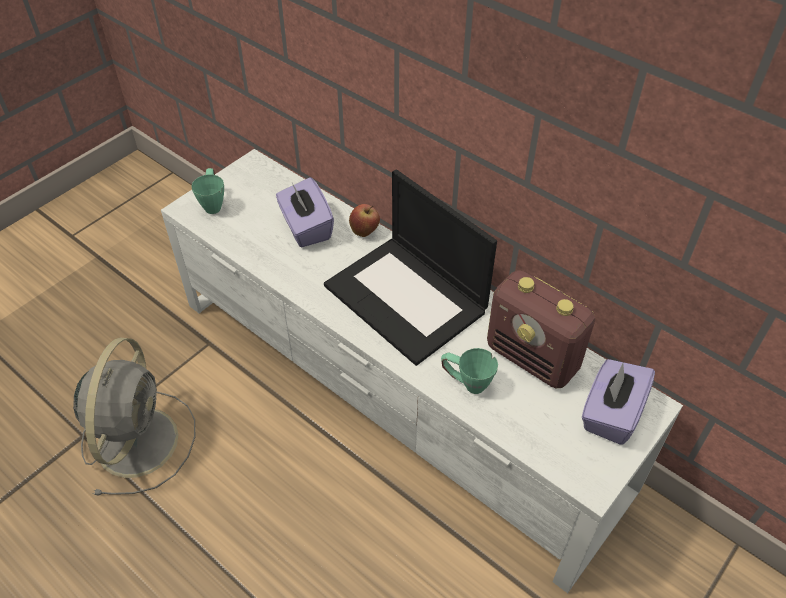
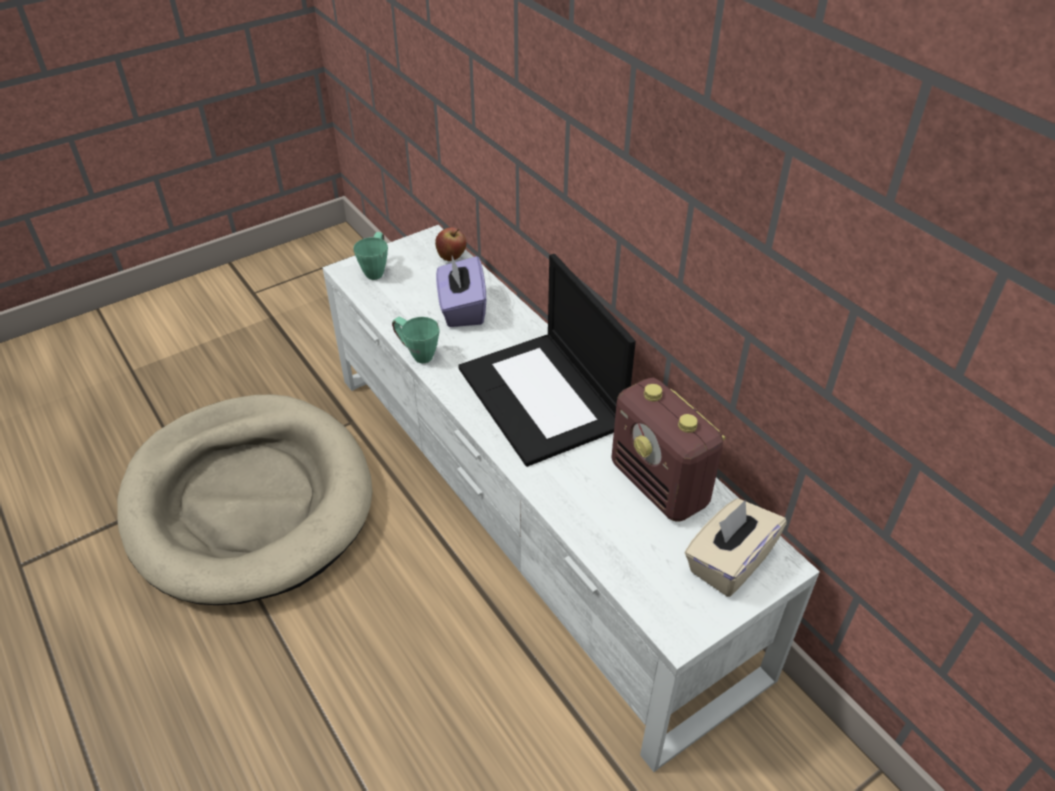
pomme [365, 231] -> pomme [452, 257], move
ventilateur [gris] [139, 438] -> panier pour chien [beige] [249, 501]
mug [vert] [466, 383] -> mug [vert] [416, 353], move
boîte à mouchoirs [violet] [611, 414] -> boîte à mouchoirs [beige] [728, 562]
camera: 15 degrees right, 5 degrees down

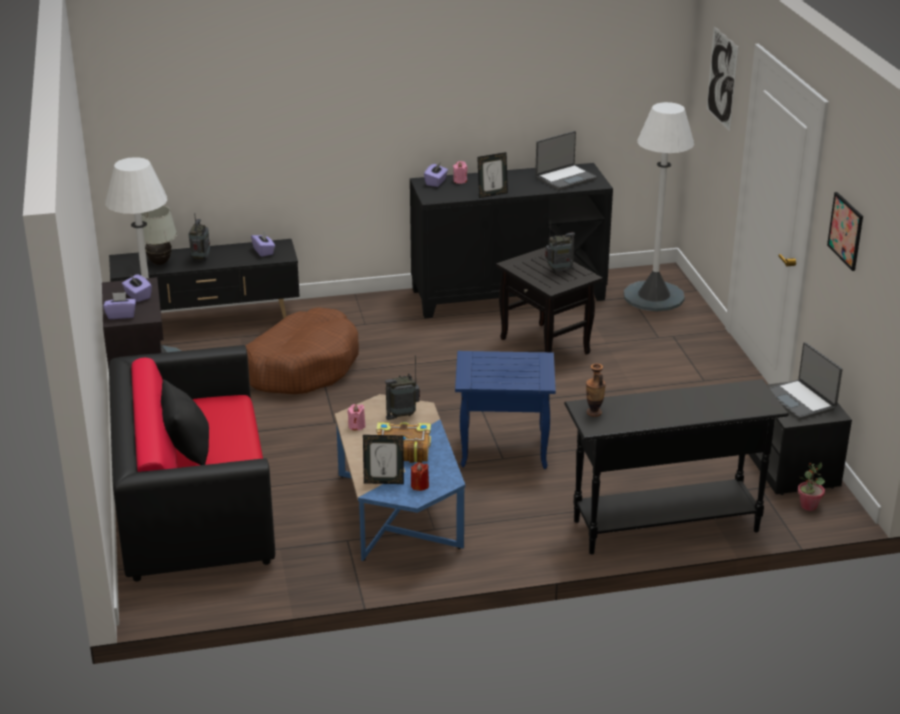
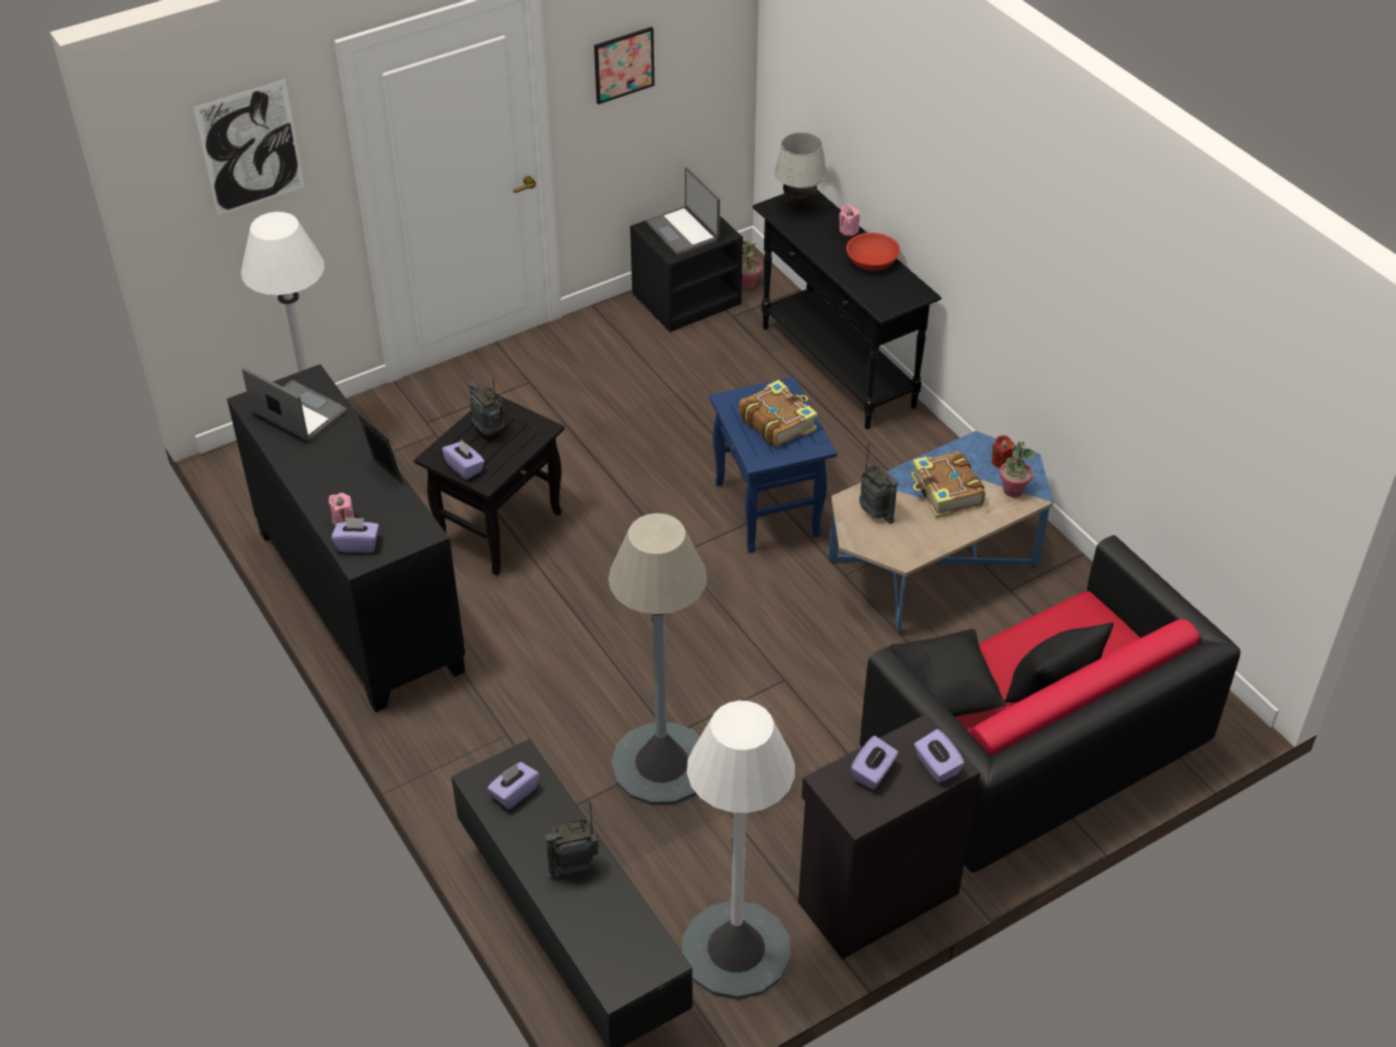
lampe de table [blanc] [160, 263] -> lampe de table [blanc] [799, 205], move
panier pour chien [marron] [302, 366] -> lampadaire [gris] [661, 764]
ordinateur portable [800, 400] -> ordinateur portable [683, 232], 105 degrees clockwise
vase [594, 412] -> none
bougie [rose] [356, 426] -> bougie [rose] [848, 230], move
cadre photo [384, 481] -> plante en pot [1013, 490]
none -> bol [rouge] [872, 260]
none -> livre [777, 422]
none -> boîte à mouchoirs [violet] [465, 468]
none -> coussin [noir] [945, 691]
camera: 110 degrees left, 15 degrees up

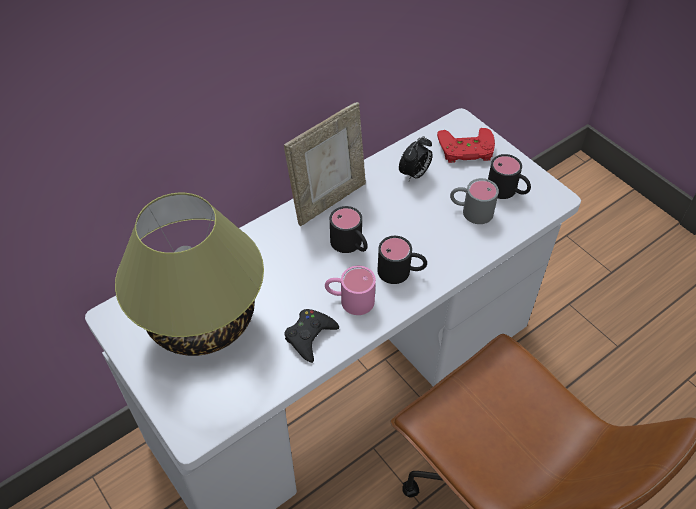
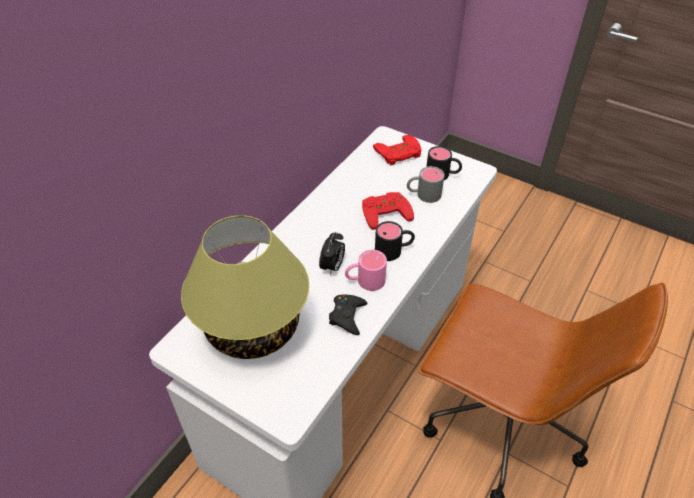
cadre photo [329, 200] -> none
réveil [414, 174] -> réveil [332, 267], move
mug [noir] [351, 245] -> none
none -> manette [rouge] [385, 211]
camera: 20 degrees left, 5 degrees down

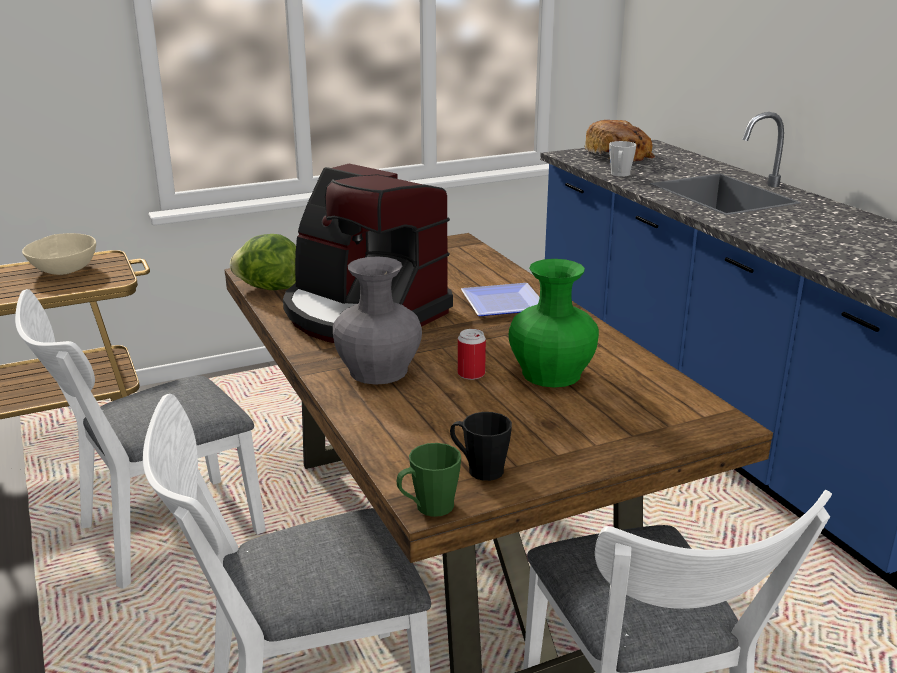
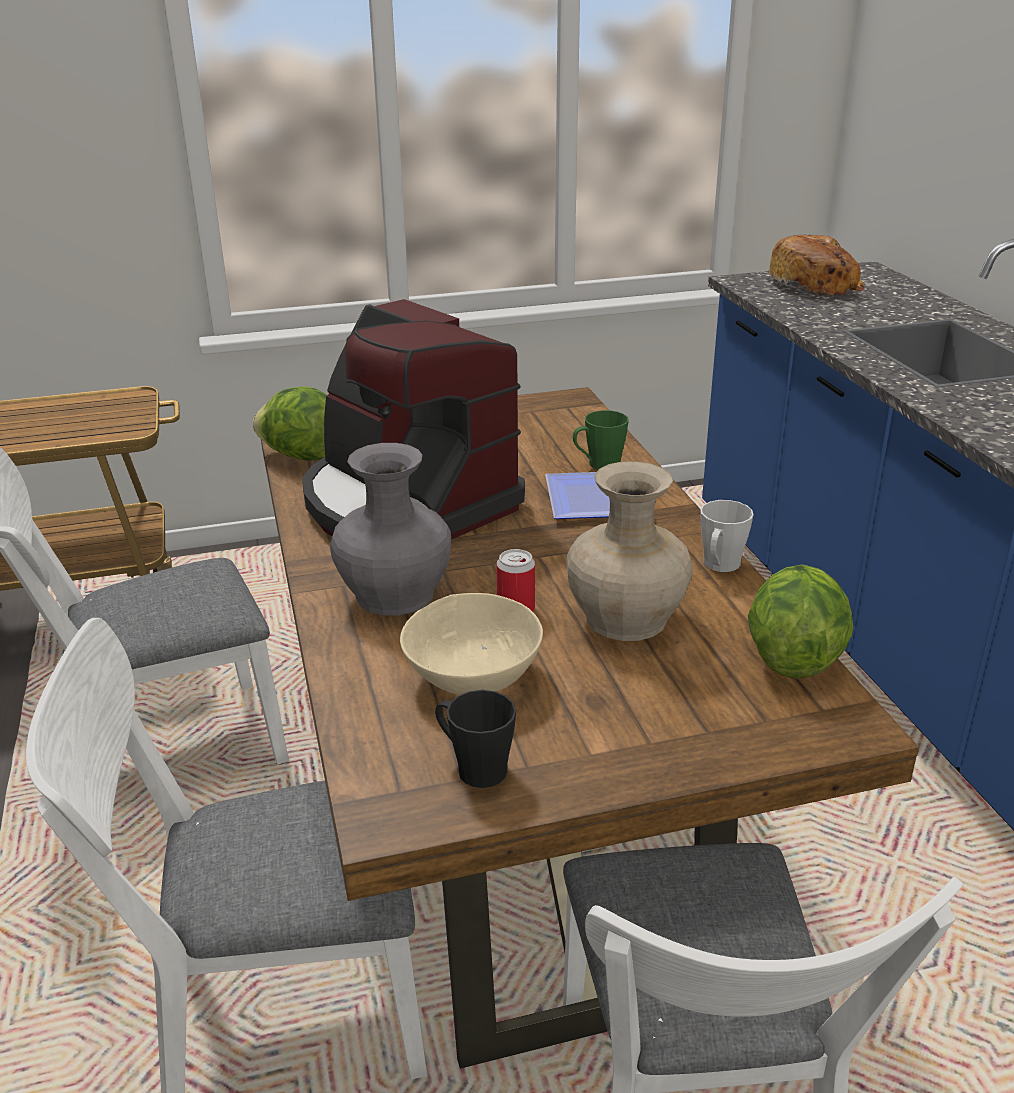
mug [gris] [620, 175] -> mug [gris] [719, 566], move
bol [beige] [64, 270] -> bol [beige] [473, 676], move
vase [vert] [552, 373] -> vase [beige] [628, 618]
mug [vert] [428, 508] -> mug [vert] [598, 464], move
none -> laitue [792, 657]
camera: 10 degrees right, 5 degrees up

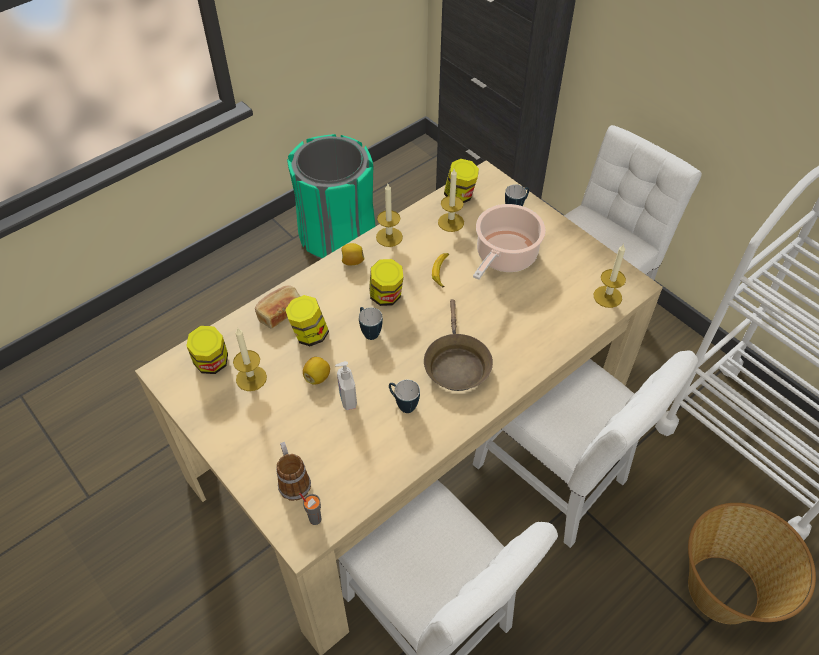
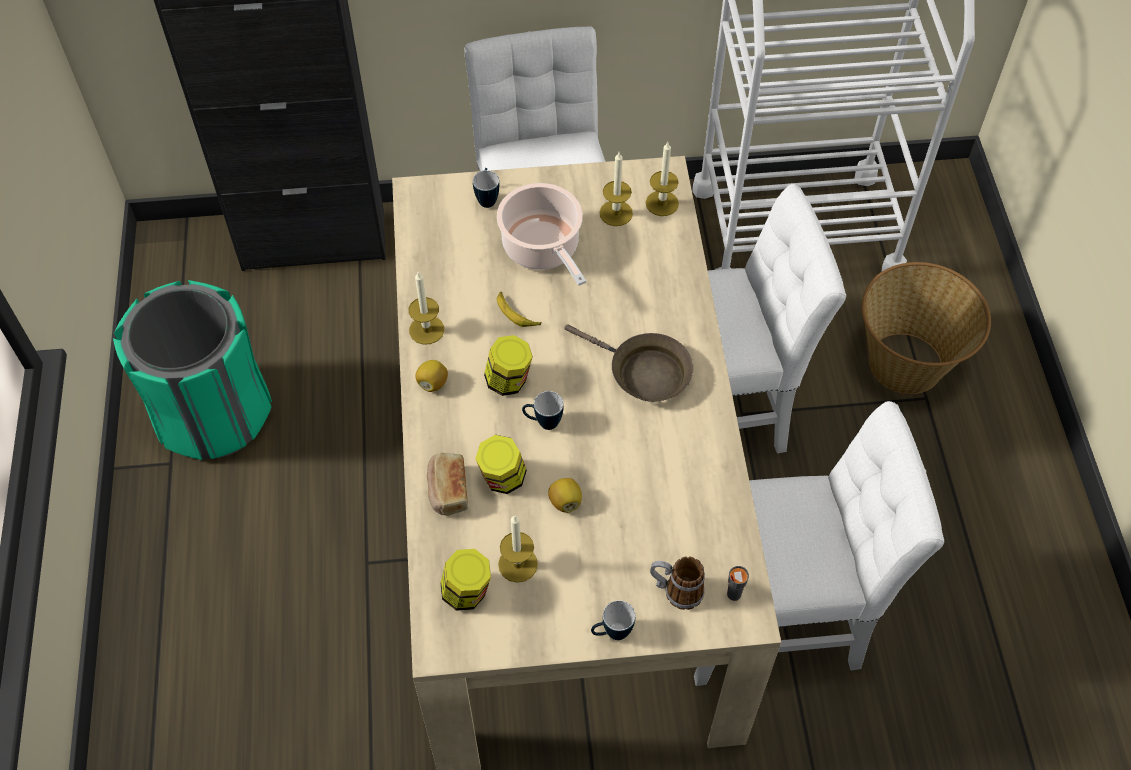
bocal [460, 196] -> none
bougie [451, 222] -> bougie [616, 213], move
distributeur de savon [347, 399] -> none
mug [403, 405] -> mug [611, 633], move
camera: 55 degrees left, 5 degrees up

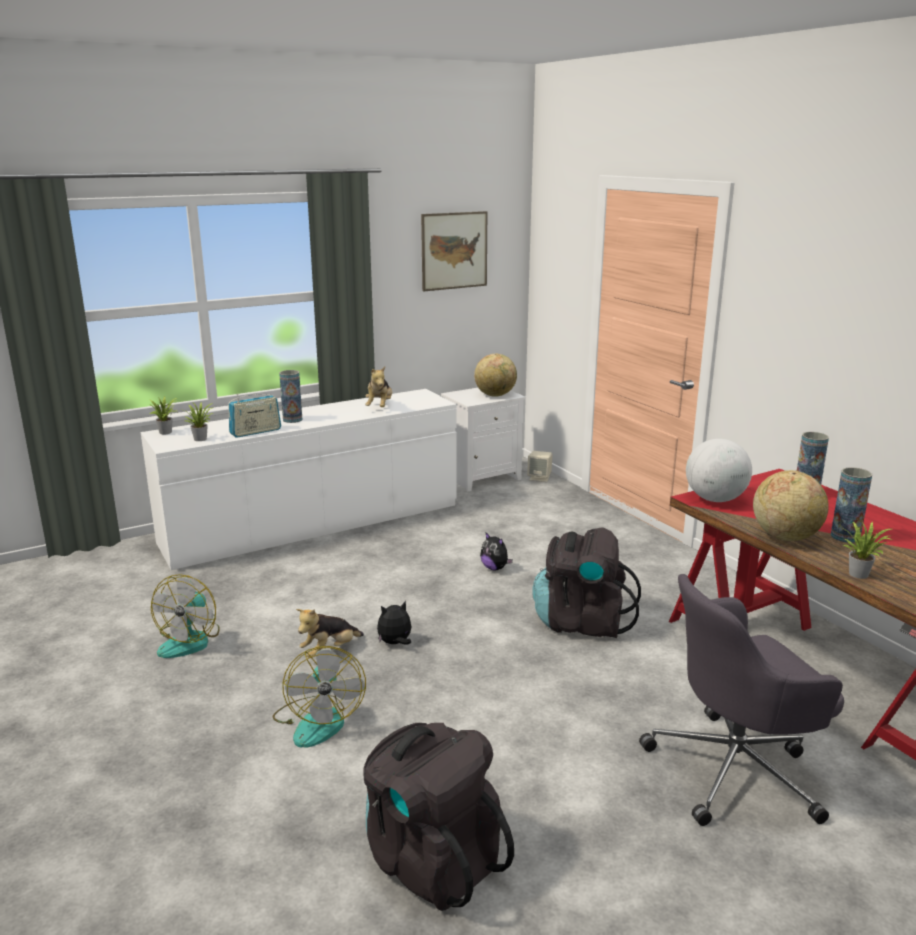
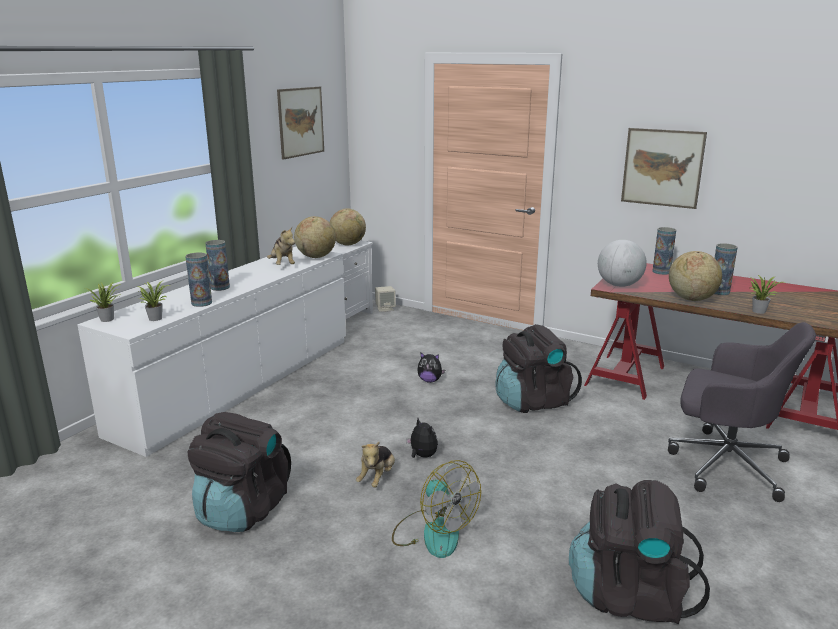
radio [255, 432] -> vase [201, 303]
ventilateur [190, 640] -> sac à dos [noir] [242, 509]
chaise de bureau [gris] [736, 770] -> chaise de bureau [gris] [724, 464], 105 degrees counterclockwise
peluche [395, 643] -> peluche [422, 456], 105 degrees clockwise
none -> tableau [662, 168]
none -> globe [316, 257]
camera: 30 degrees left, 0 degrees up

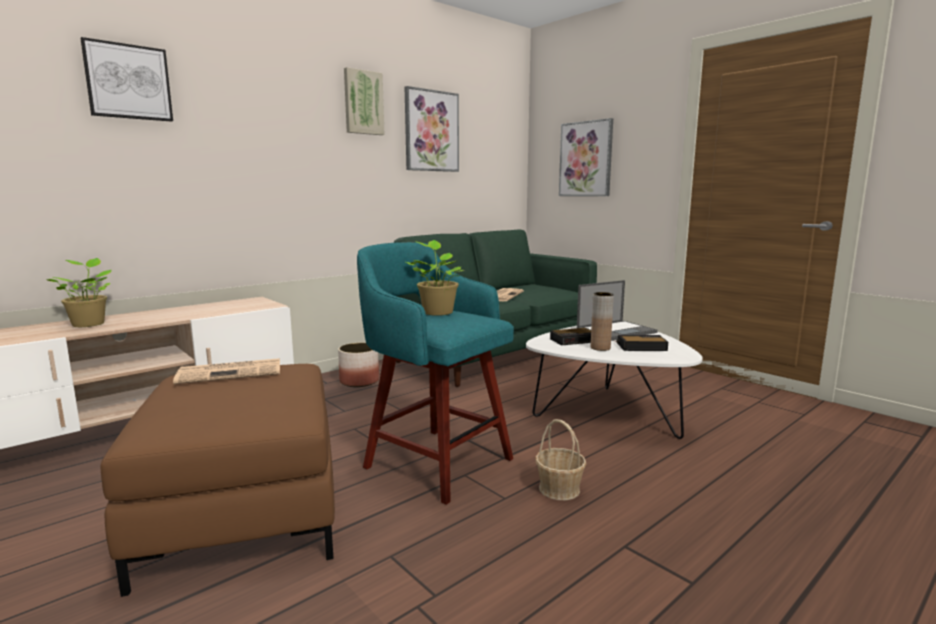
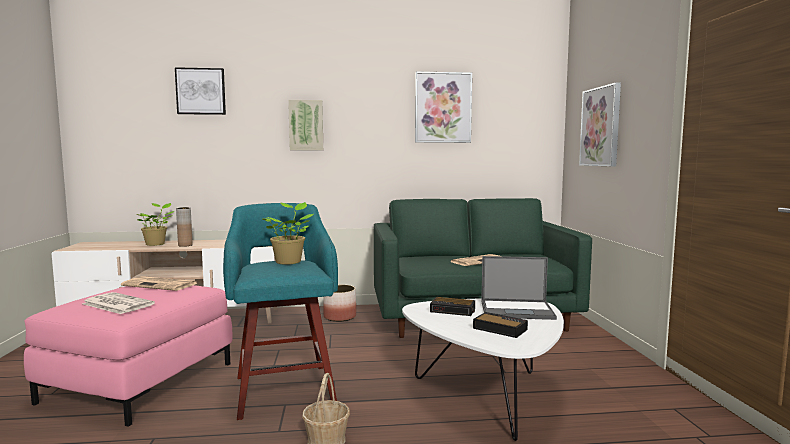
tableau [363, 102] -> tableau [306, 125], move
vase [marron] [600, 348] -> vase [marron] [185, 245], move
pouf [marron] [245, 512] -> pouf [rose] [140, 382]
none -> journal [116, 304]
camera: 35 degrees right, 5 degrees down

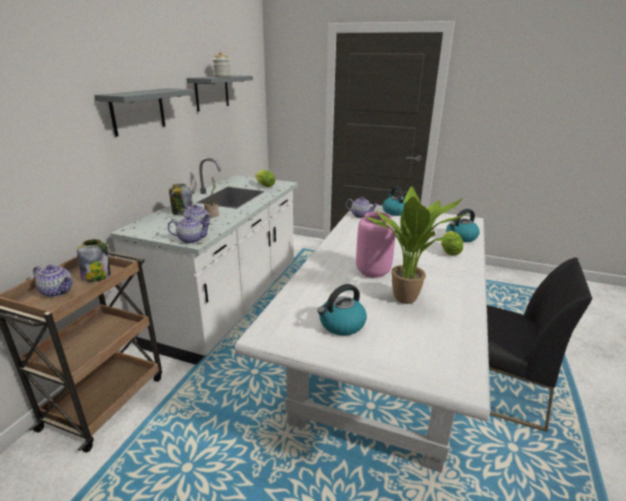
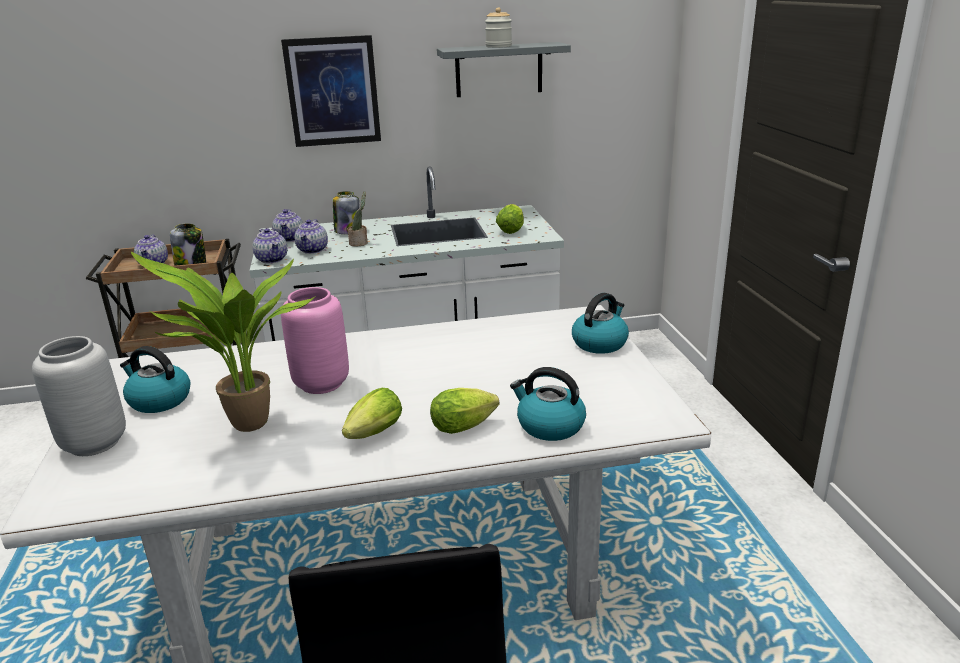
étagère [gris] [138, 111] -> tableau [333, 91]
théière [361, 215] -> théière [290, 238], move
none -> vase [gris] [93, 443]
none -> laitue [372, 435]
camera: 60 degrees right, 0 degrees up

